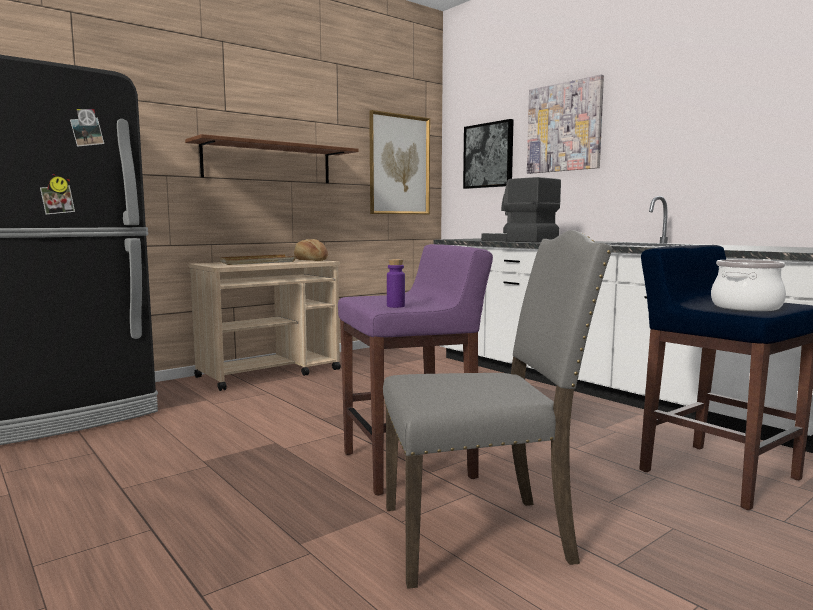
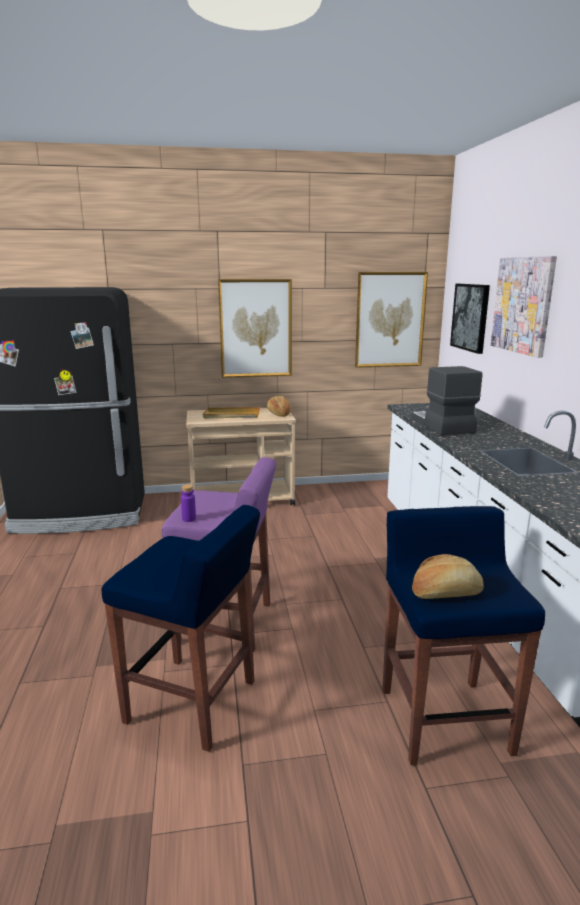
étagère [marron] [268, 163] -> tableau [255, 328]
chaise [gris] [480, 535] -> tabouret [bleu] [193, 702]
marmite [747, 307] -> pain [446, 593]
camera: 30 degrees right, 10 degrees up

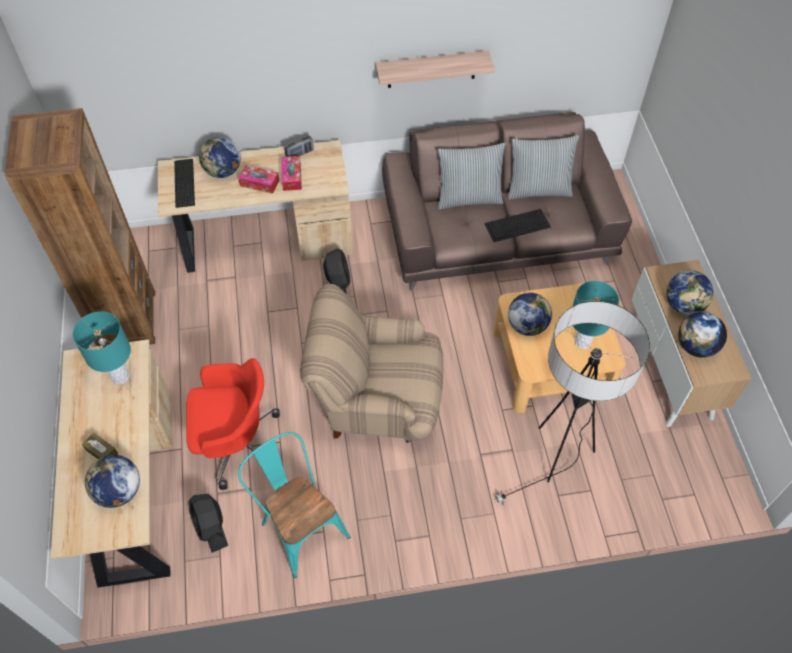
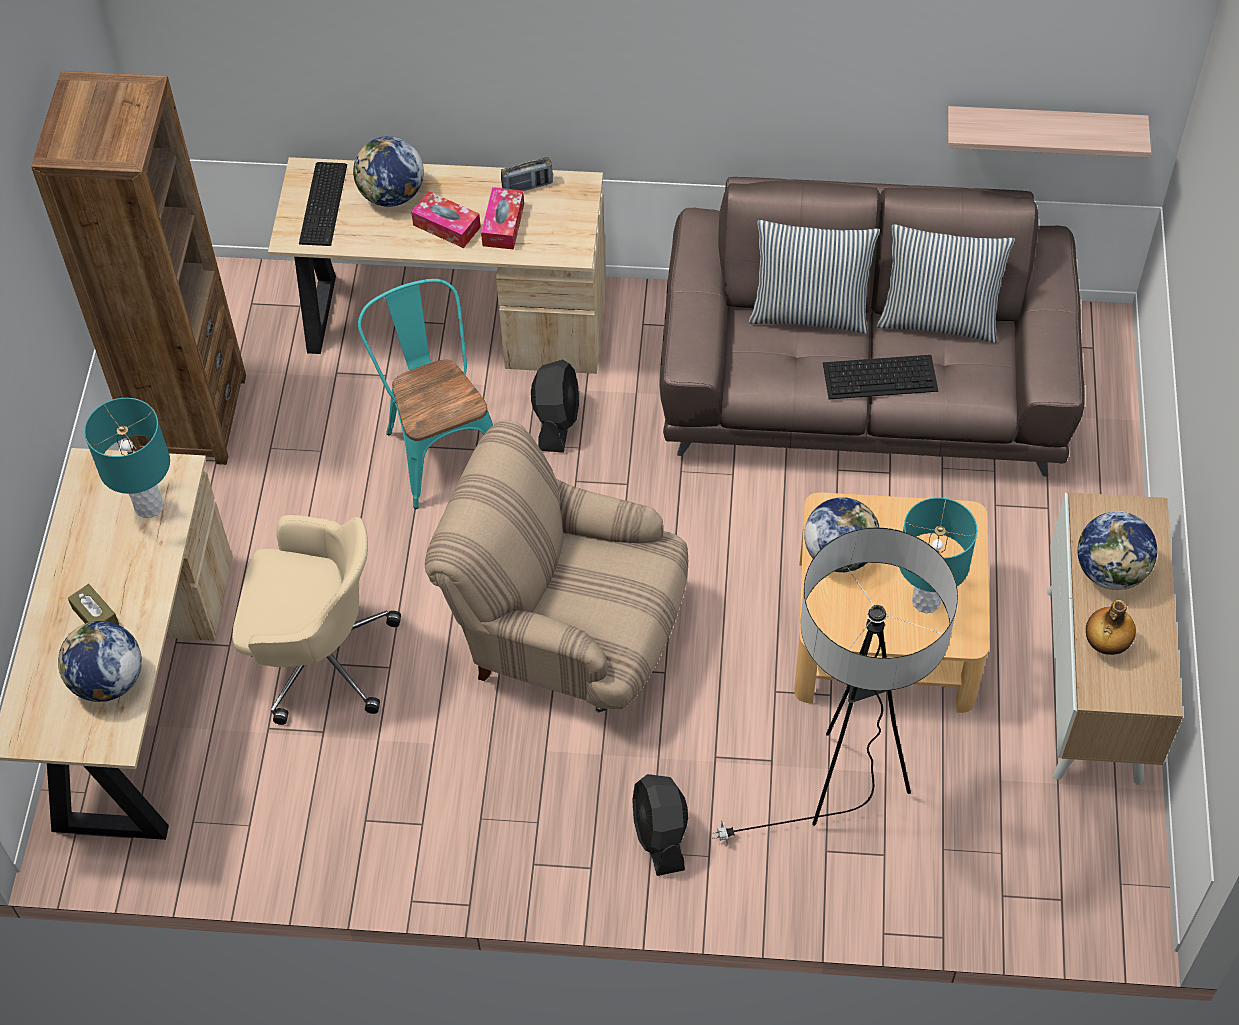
étagère [431, 69] -> étagère [1043, 130], move
globe [695, 346] -> bouteille [1105, 644]
chaise de bureau [rouge] [236, 443] -> chaise de bureau [beige] [319, 655]
chaise [turquoise] [299, 526] -> chaise [turquoise] [439, 446], move
ventilateur [noir] [211, 527] -> ventilateur [noir] [660, 834], move
camera: 15 degrees right, 0 degrees up

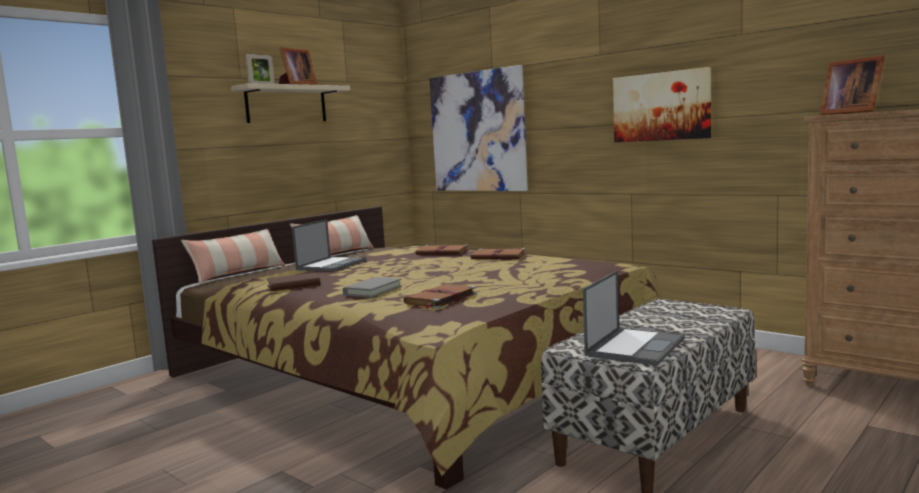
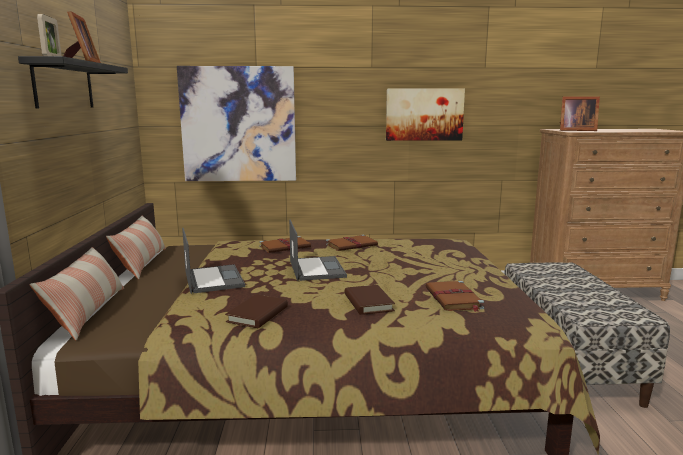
étagère [beige] [286, 104] -> étagère [noir] [64, 85]
ordinateur portable [635, 347] -> ordinateur portable [316, 269], move
livre [gris] [372, 291] -> livre [marron] [368, 303]
camera: 45 degrees left, 5 degrees up

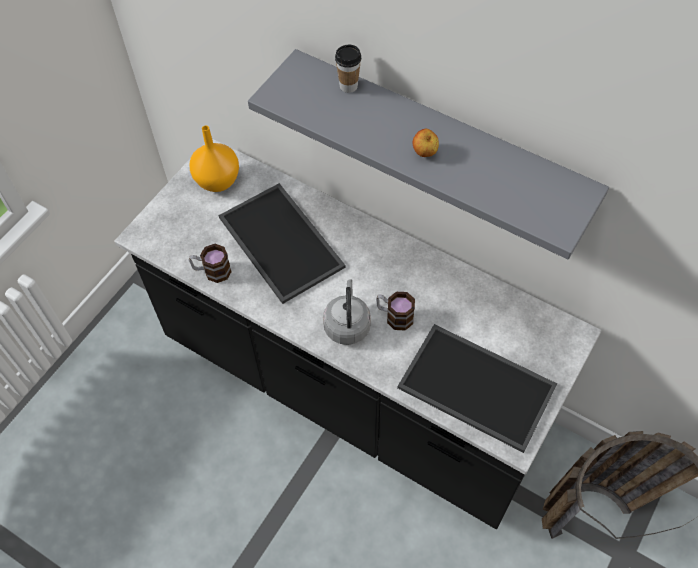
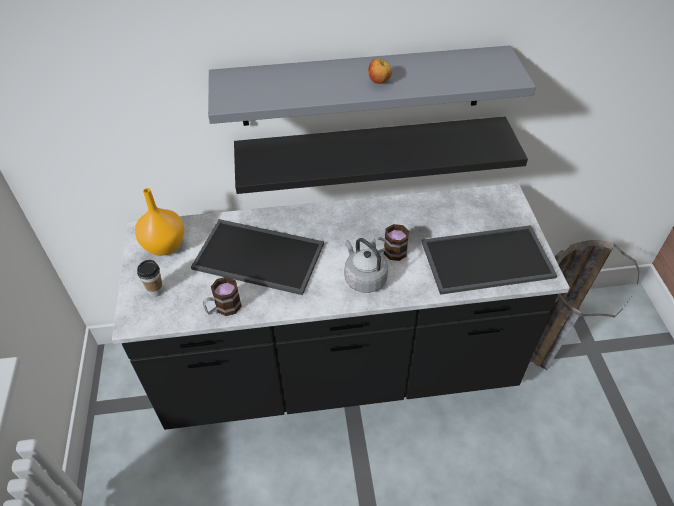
tasse [348, 86] -> tasse [156, 291], move
none -> étagère [noir] [371, 152]
camera: 40 degrees left, 10 degrees down

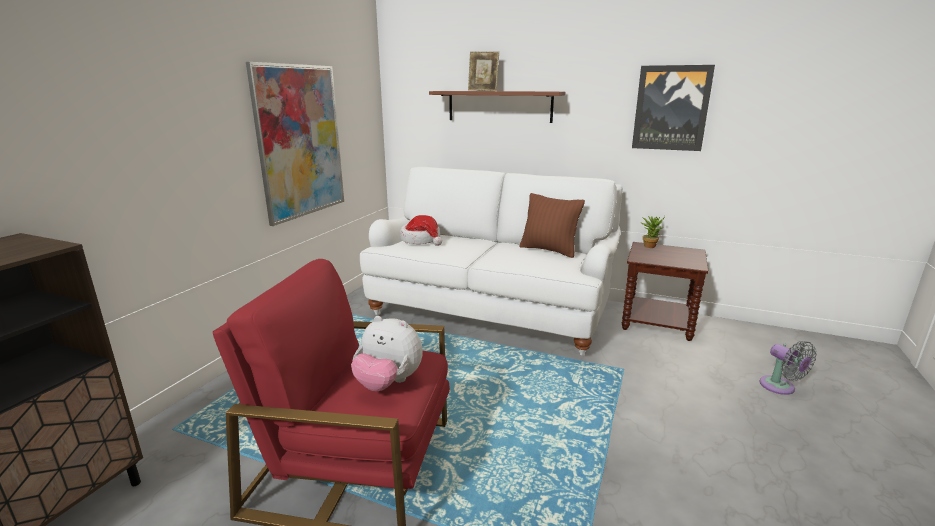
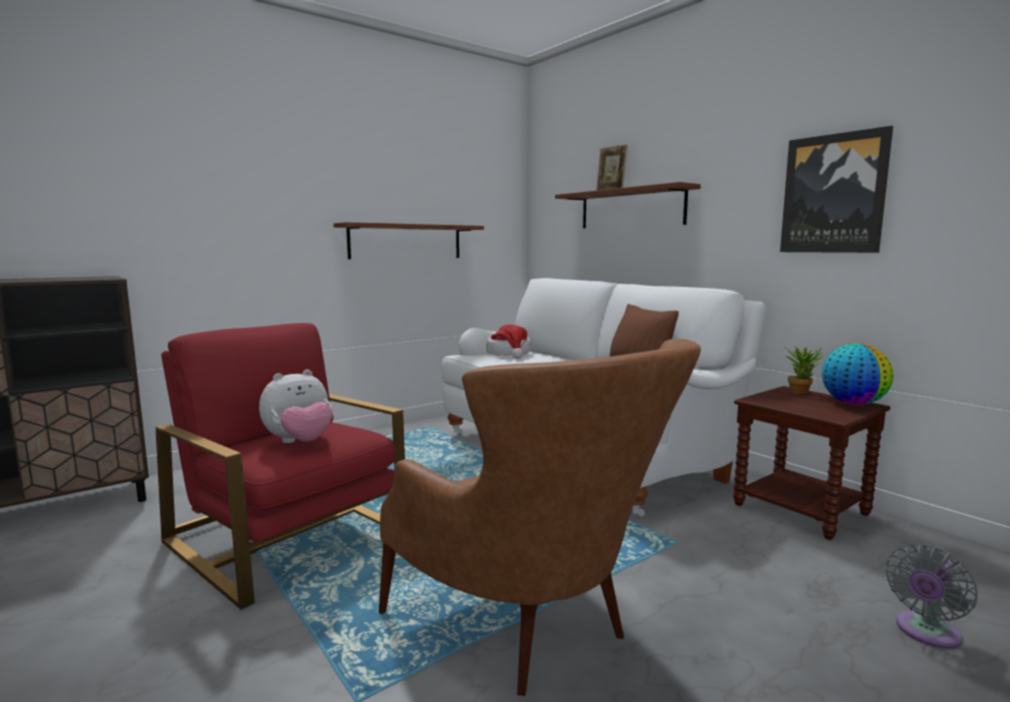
tableau [300, 142] -> étagère [marron] [406, 241]
peluche [388, 383] -> peluche [300, 442], 90 degrees counterclockwise
ventilateur [gris] [780, 387] -> ventilateur [gris] [926, 633], 45 degrees clockwise
none -> fauteuil [marron] [535, 631]
none -> globe [853, 403]
camera: 30 degrees right, 10 degrees down

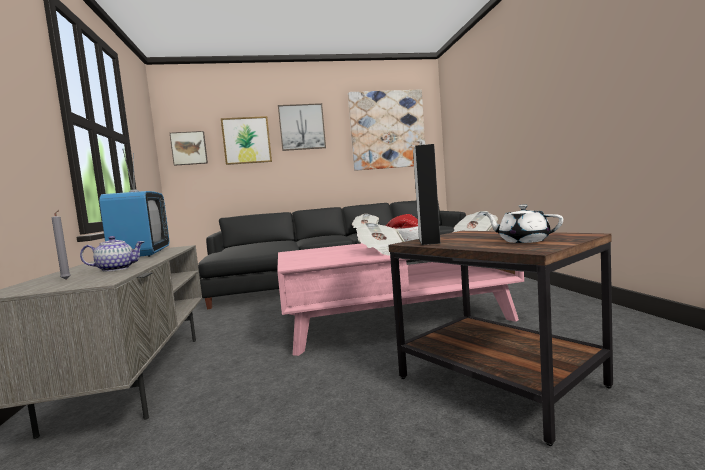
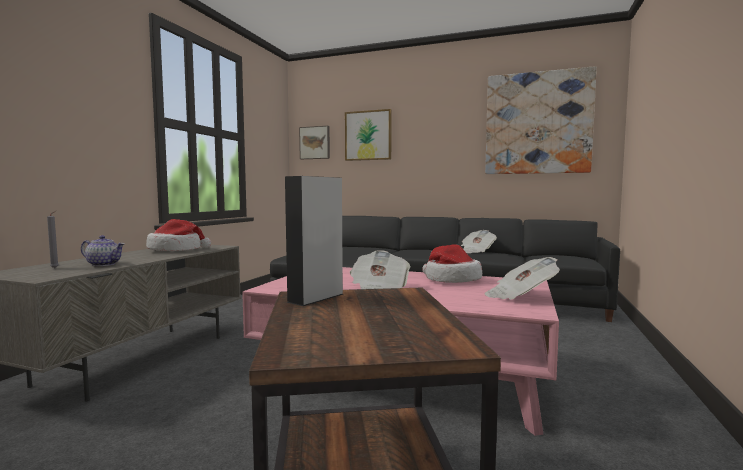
tableau [302, 127] -> none
téléviseur [142, 254] -> chapeau [176, 250]
théière [blanc] [523, 241] -> none
camera: 30 degrees right, 0 degrees up

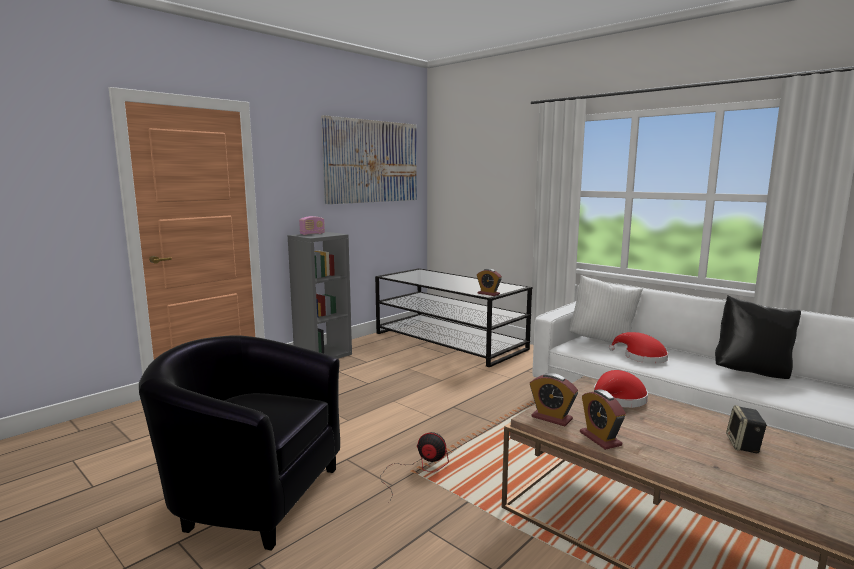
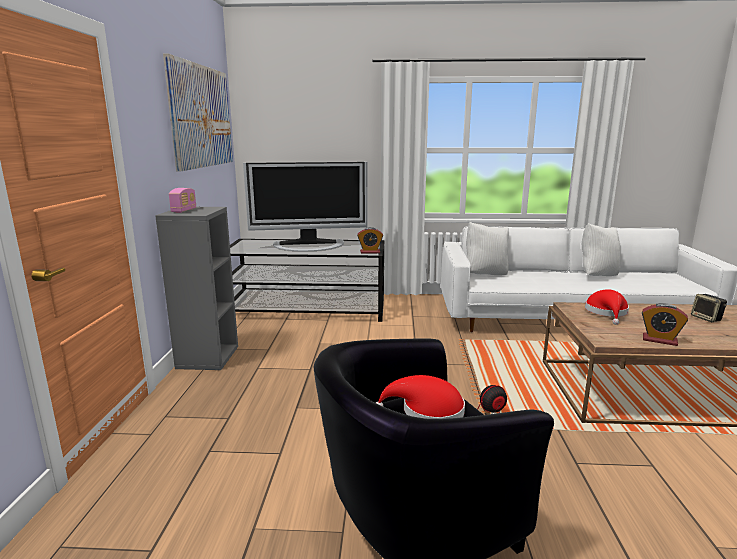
coussin [noir] [752, 373] -> coussin [blanc] [597, 276]
chapeau [rouge] [641, 357] -> chapeau [rouge] [427, 411], move
réveil [551, 418] -> none
none -> téléviseur [309, 245]
camera: 40 degrees left, 5 degrees up

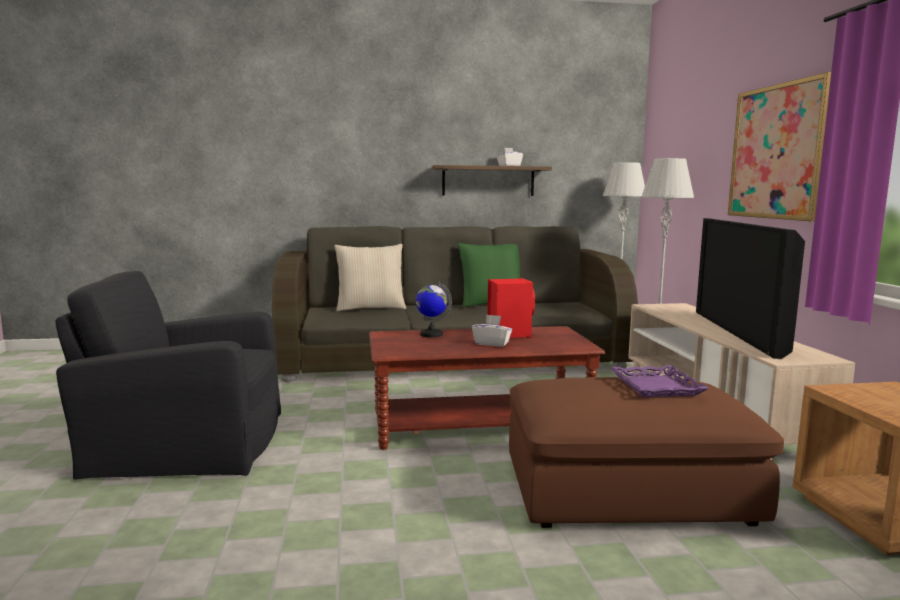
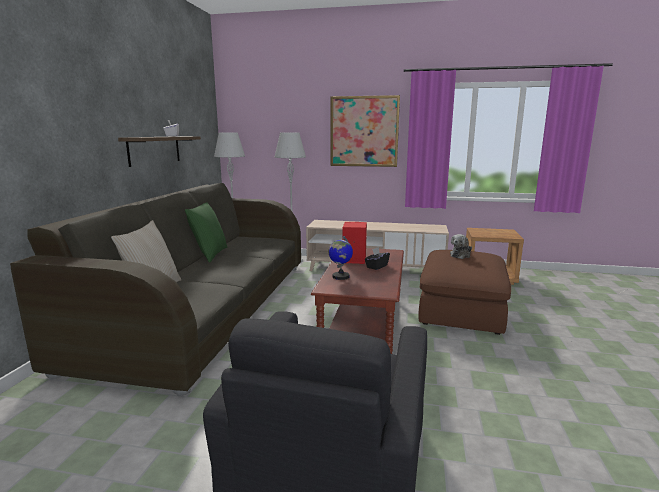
téléviseur [741, 332] -> none
boîte à mouchoirs [blanc] [492, 343] -> boîte à mouchoirs [noir] [376, 266]
plateau [violet] [657, 387] -> peluche [461, 255]
camera: 70 degrees left, 5 degrees up

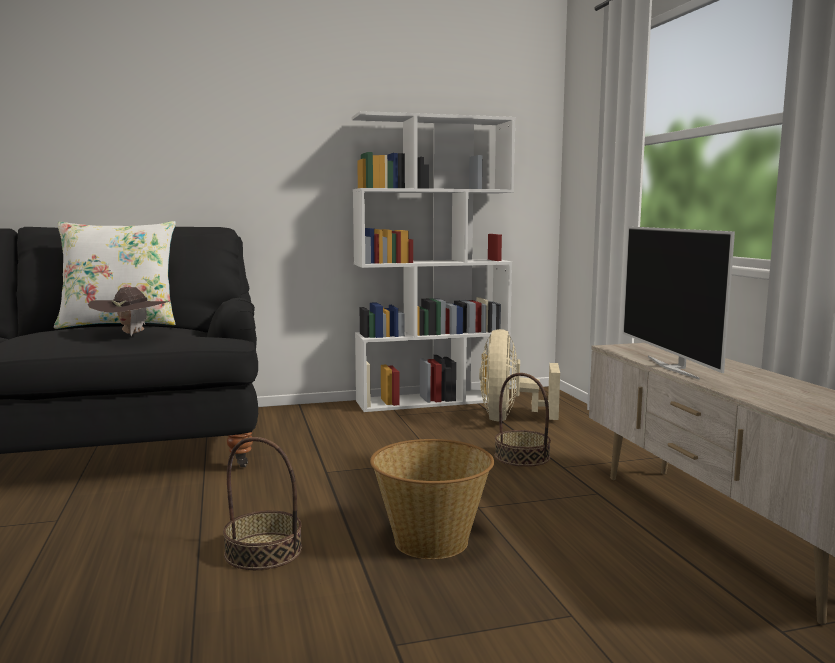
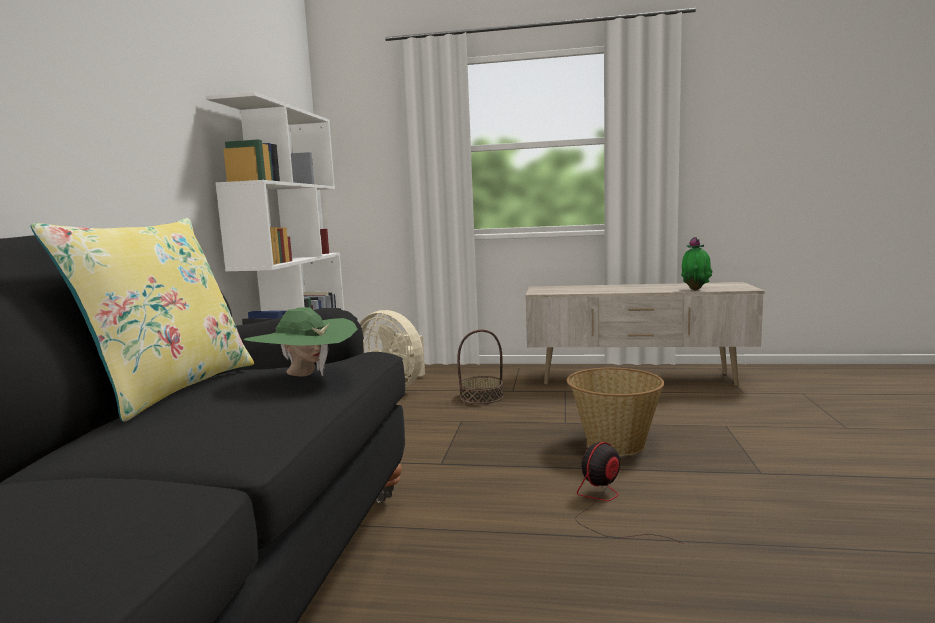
coussin [blanc] [120, 324] -> coussin [jaune] [171, 388]
téléviseur [673, 367] -> none
chapeau [marron] [131, 334] -> chapeau [vert] [305, 376]
panier [264, 551] -> ventilateur [605, 505]
none -> plante en pot [695, 289]
camera: 65 degrees left, 0 degrees up

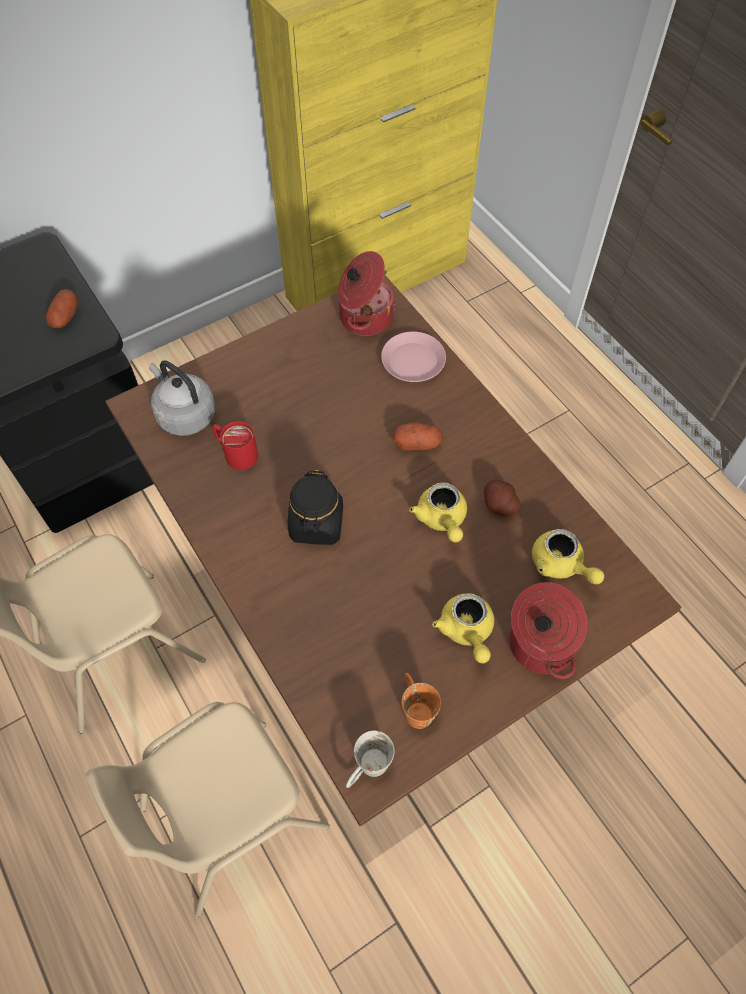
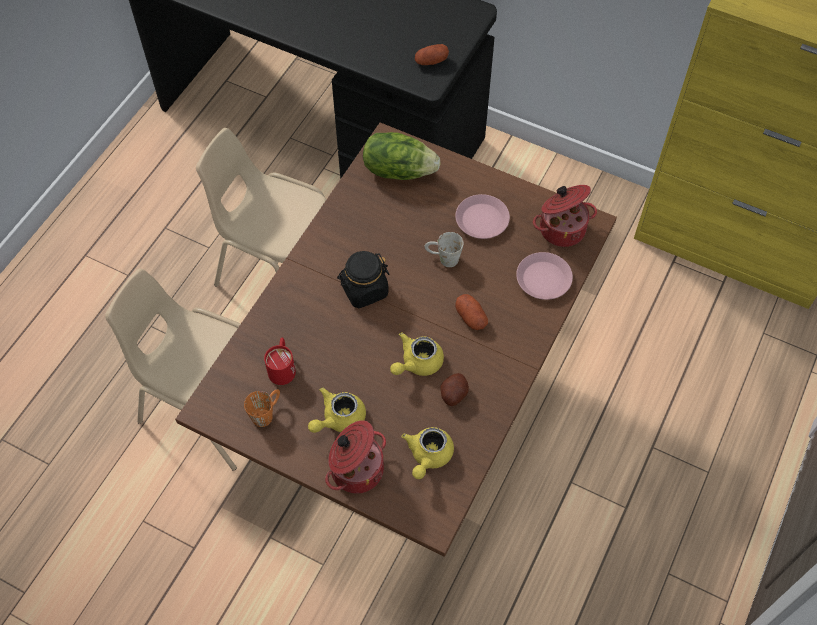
bouilloire [gris] [184, 414] -> laitue [398, 170]
mug [rouge] [235, 453] -> mug [rouge] [282, 367], move
mug [blanc] [367, 770] -> mug [blanc] [443, 258], move
none -> assiette [rose] [482, 220]
camera: 60 degrees right, 0 degrees up

